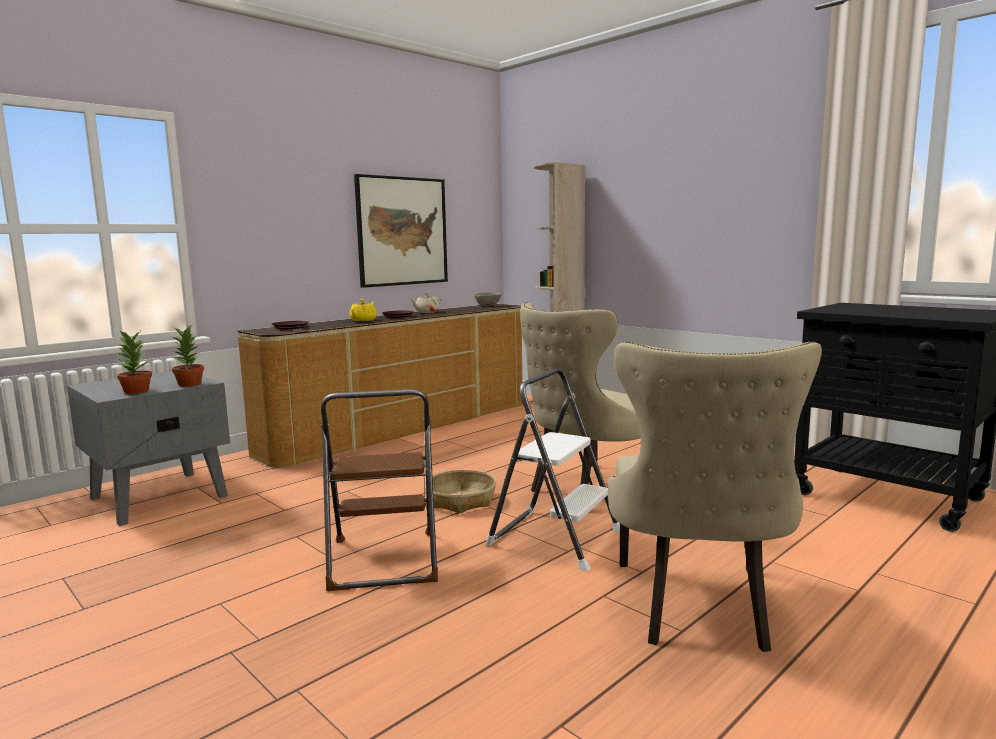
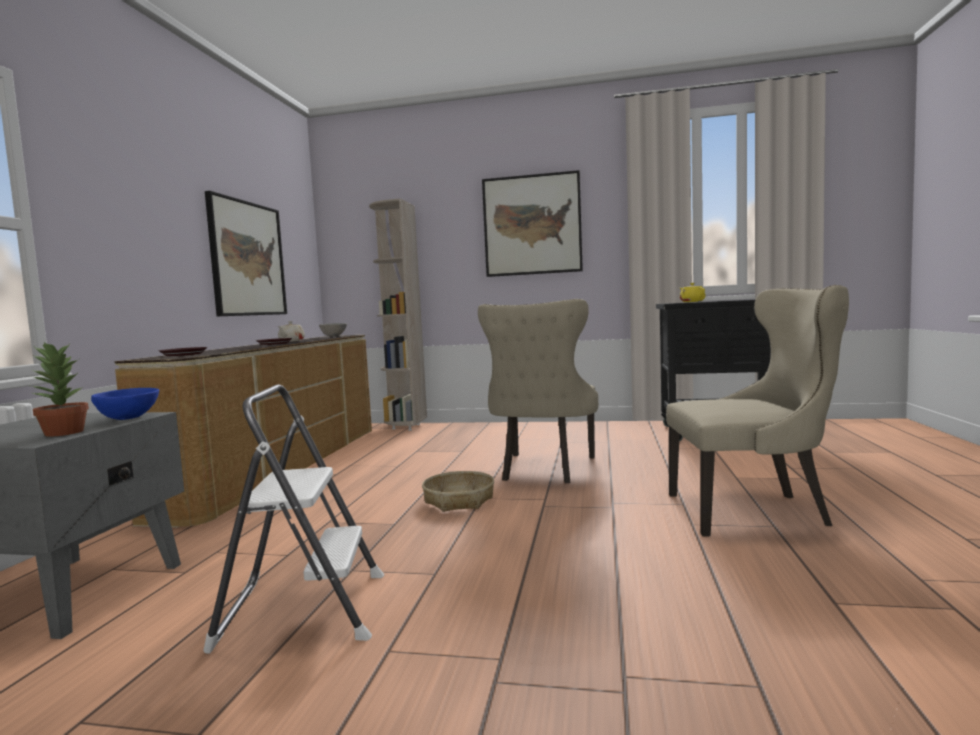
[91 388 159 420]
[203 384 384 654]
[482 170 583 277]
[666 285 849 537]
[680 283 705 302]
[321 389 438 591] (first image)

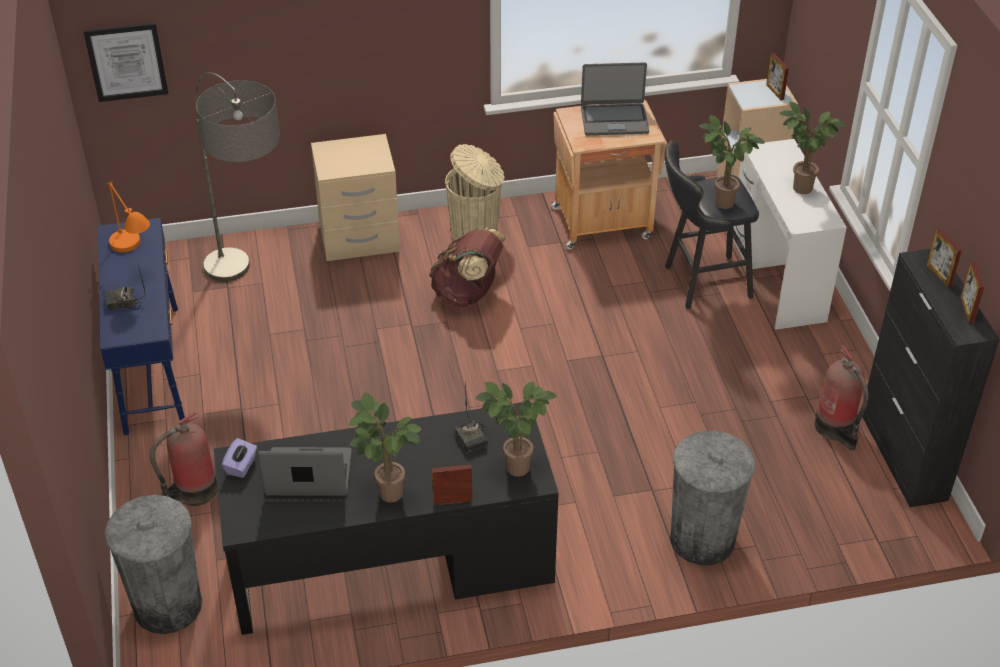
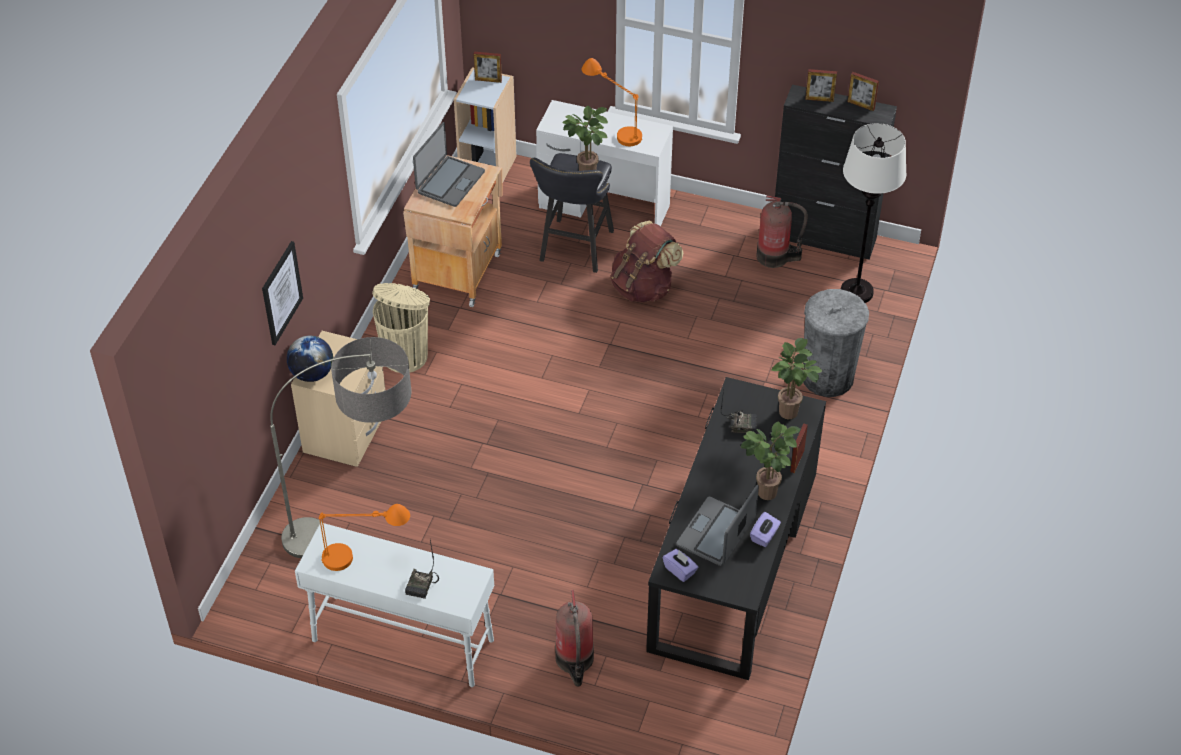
[262 241 303 345]
[287 336 333 382]
[295 523 495 687]
[582 58 642 146]
[611 221 683 302]
[750 512 781 547]
[841 123 907 303]
[104 495 202 634] (first image)

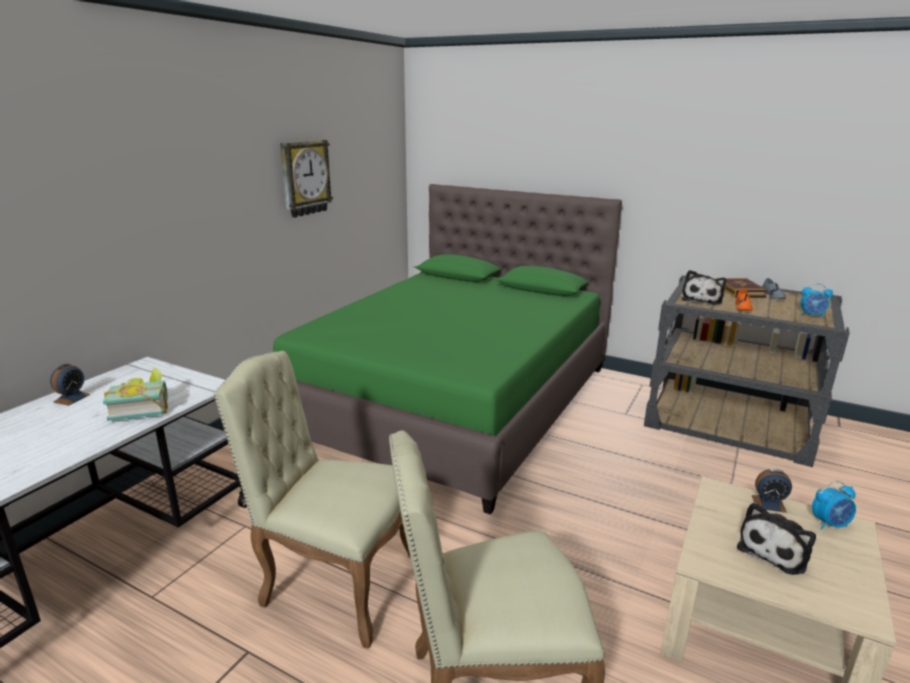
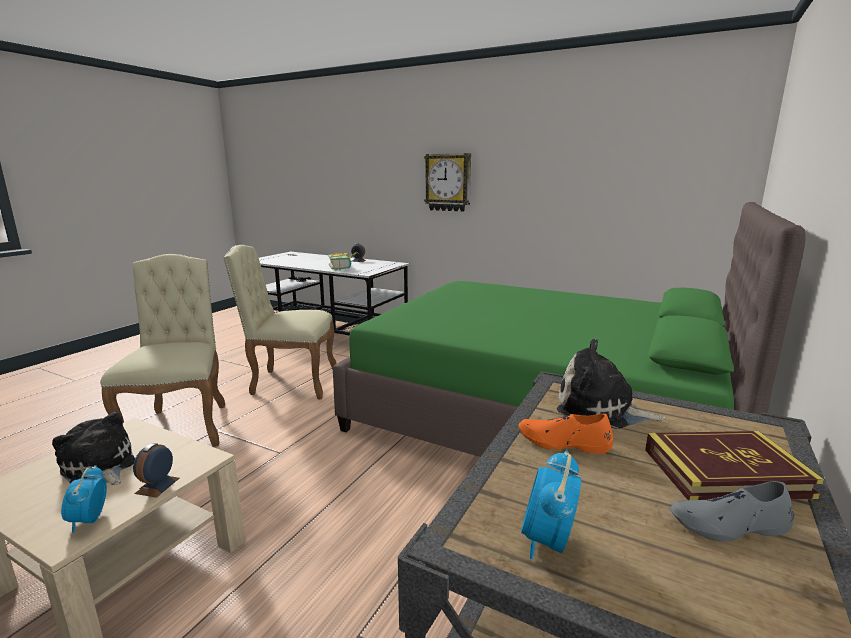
[223 245 337 399]
[424 153 471 212]

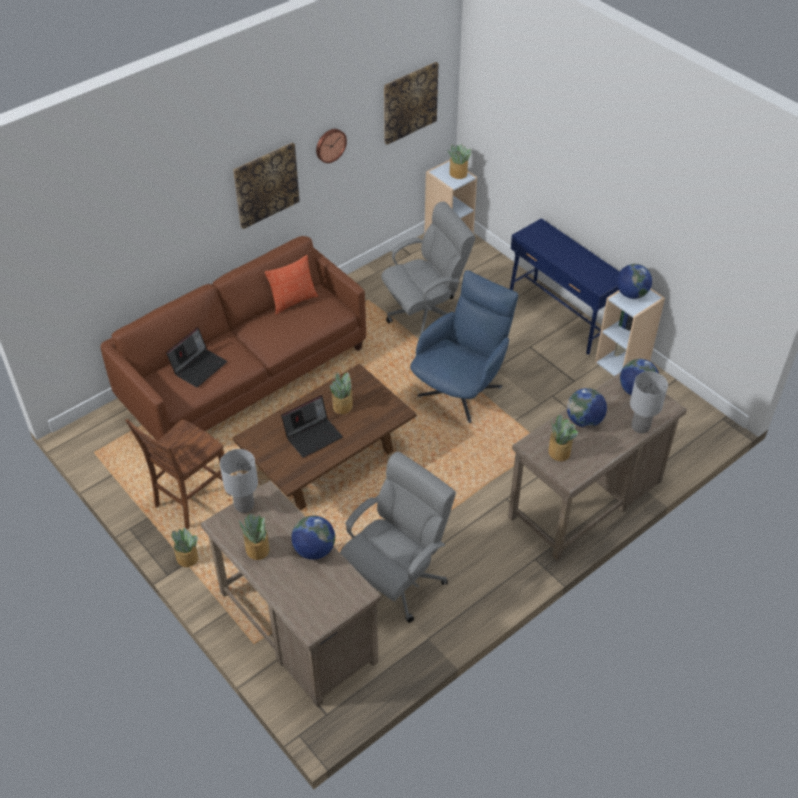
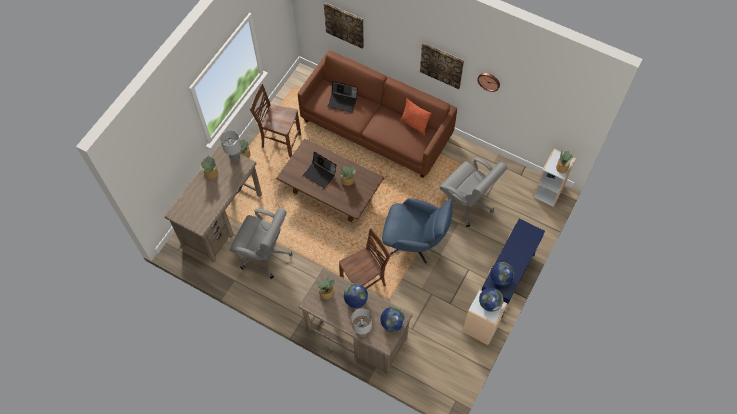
[324 2 364 49]
[339 228 391 289]
[490 262 514 286]

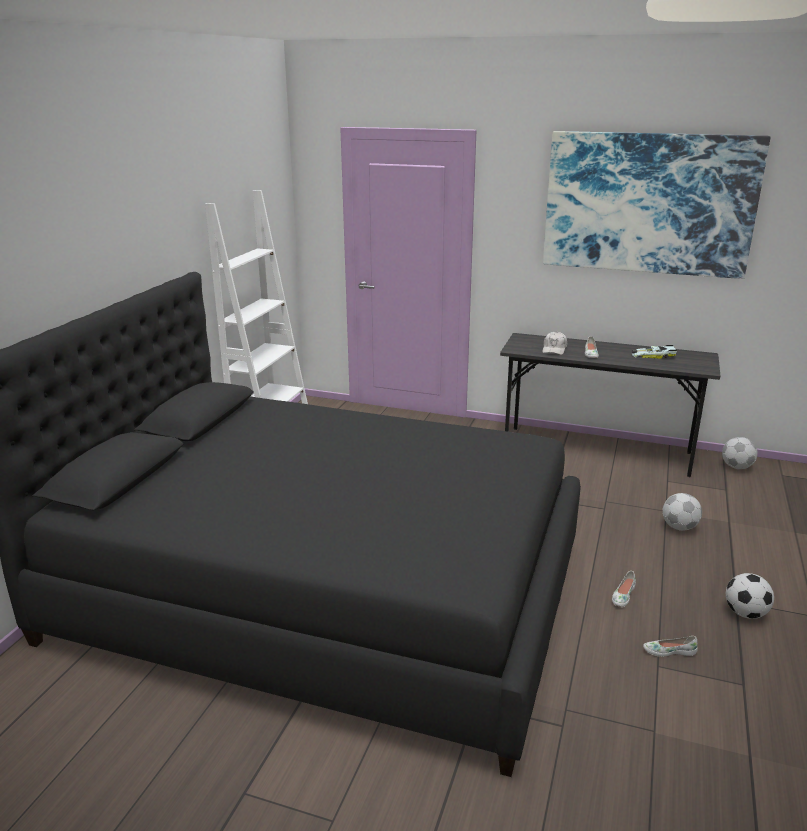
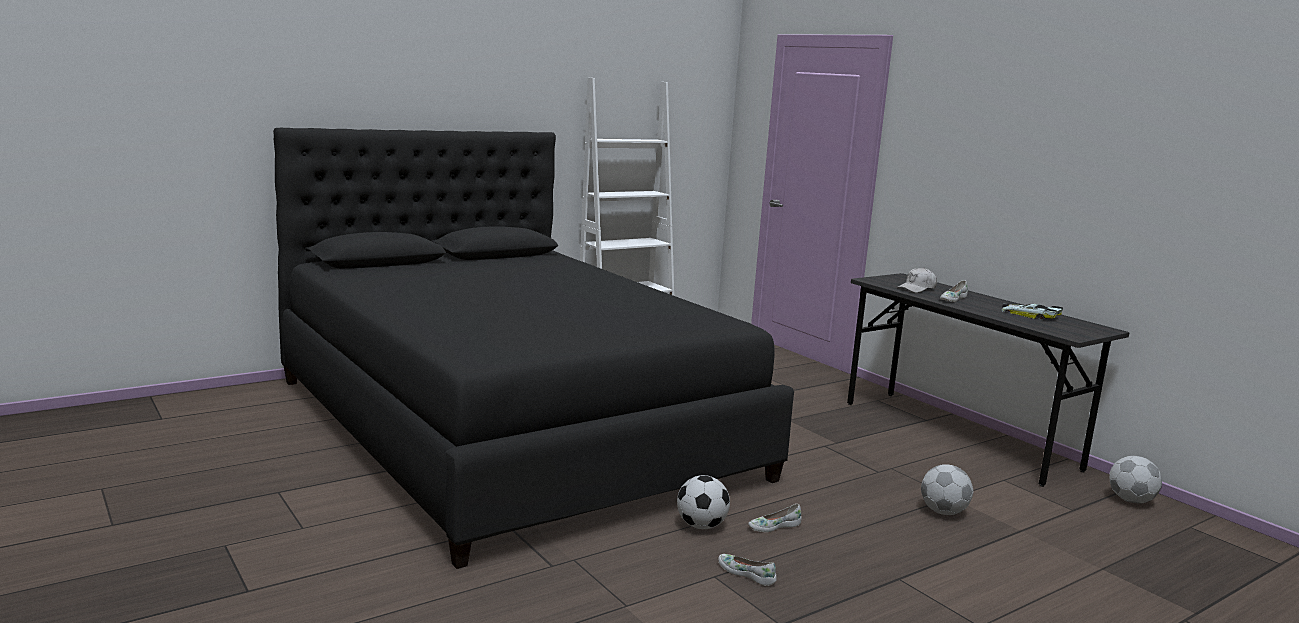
[677 475 730 529]
[543 131 770 279] (first image)

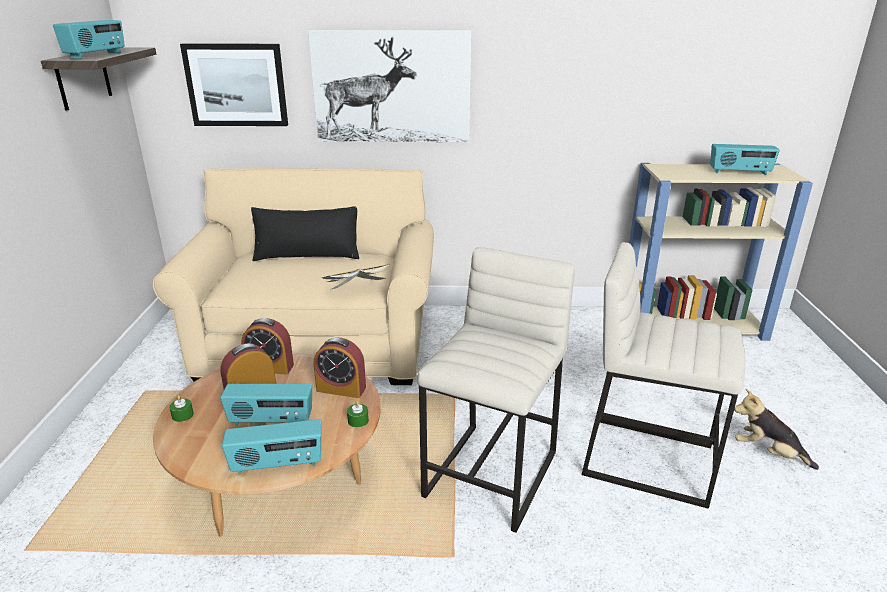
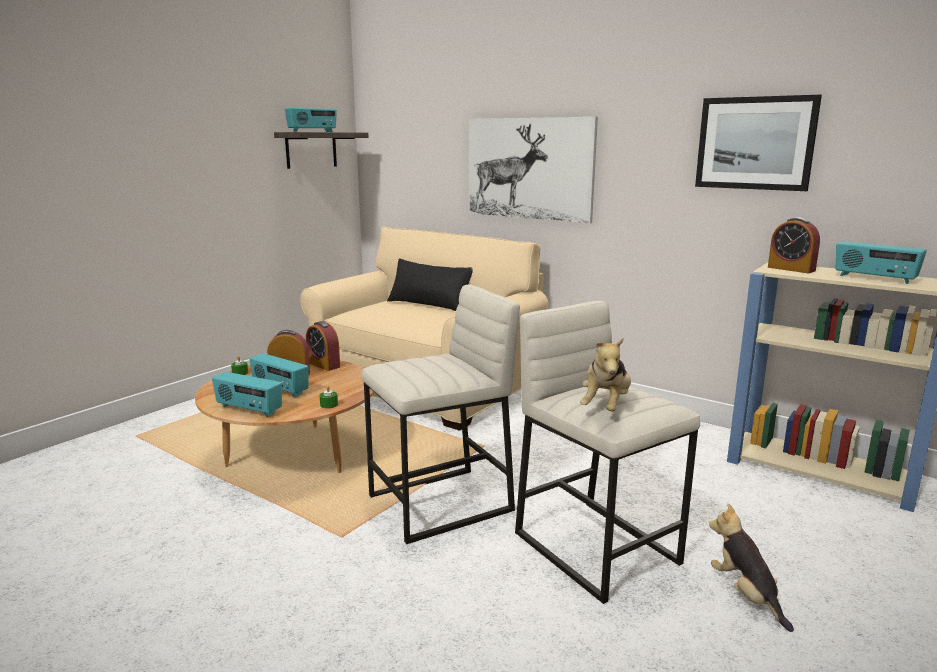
[580 337 631 412]
[695 95 822 191]
[768 217 820 273]
[322 264 390 290] (first image)

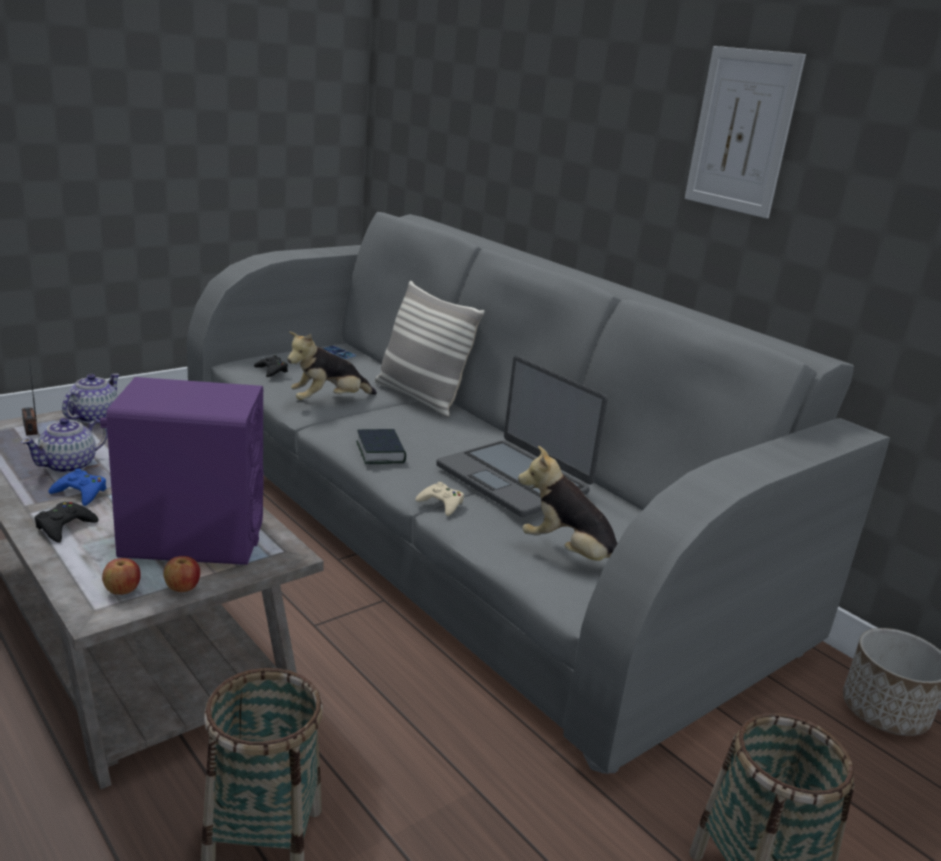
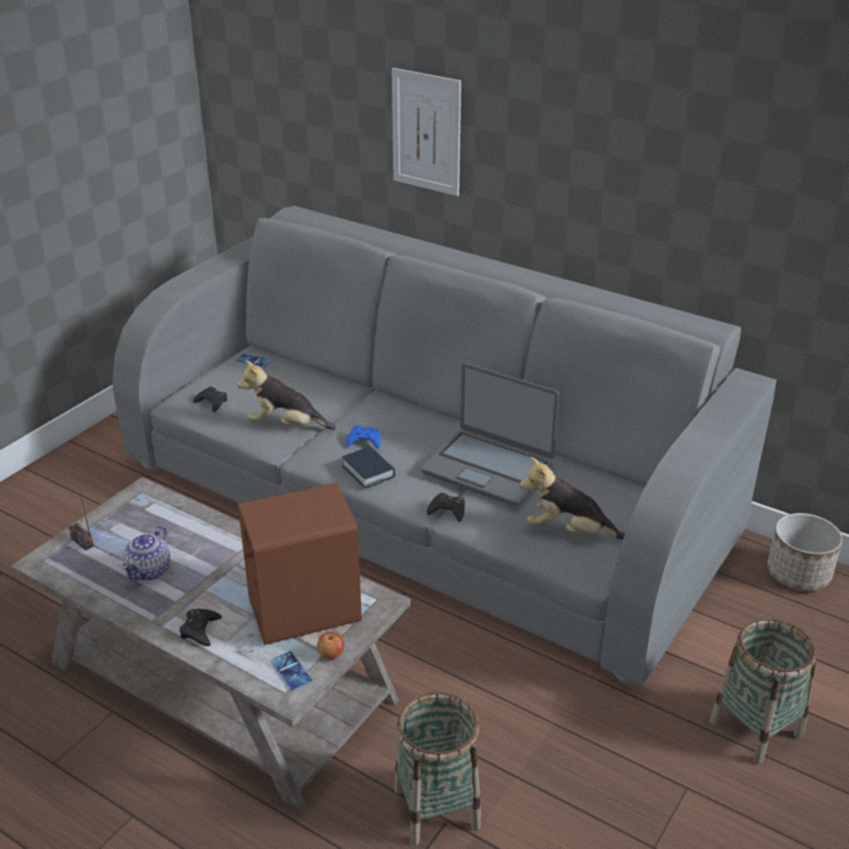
[237 360 336 430]
[238 483 362 645]
[270 651 313 691]
[346 425 381 449]
[392 68 461 196]
[427 493 465 522]
[62 373 120 423] (first image)
[375 281 485 417] (first image)

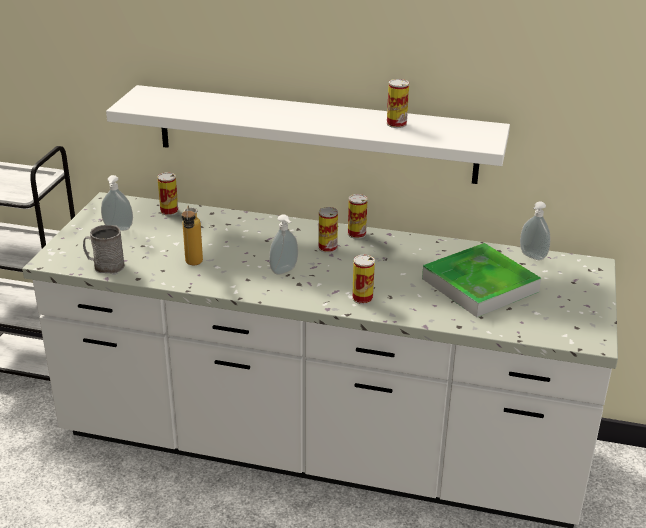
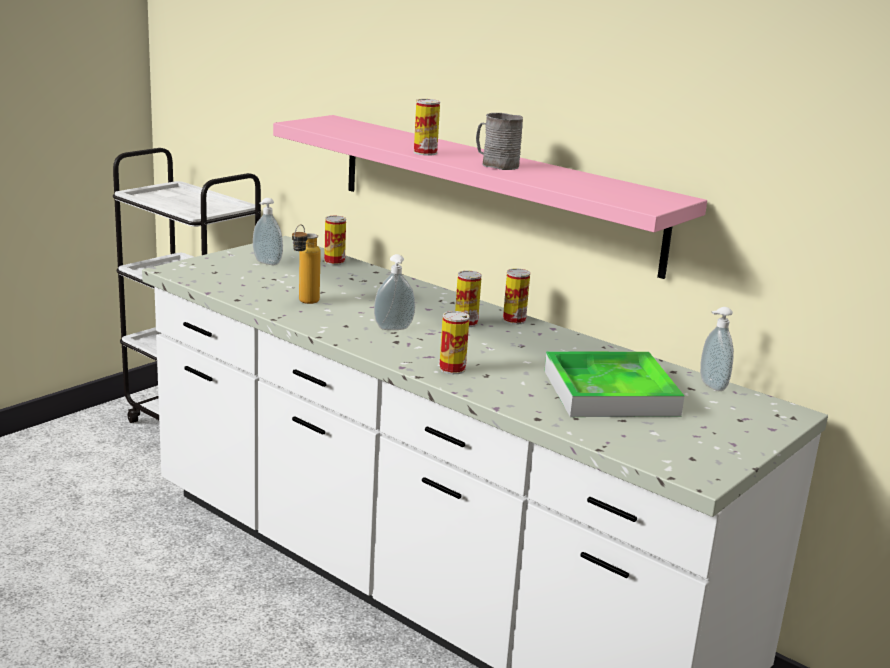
[273 115 707 279]
[414 99 440 156]
[476 113 523 170]

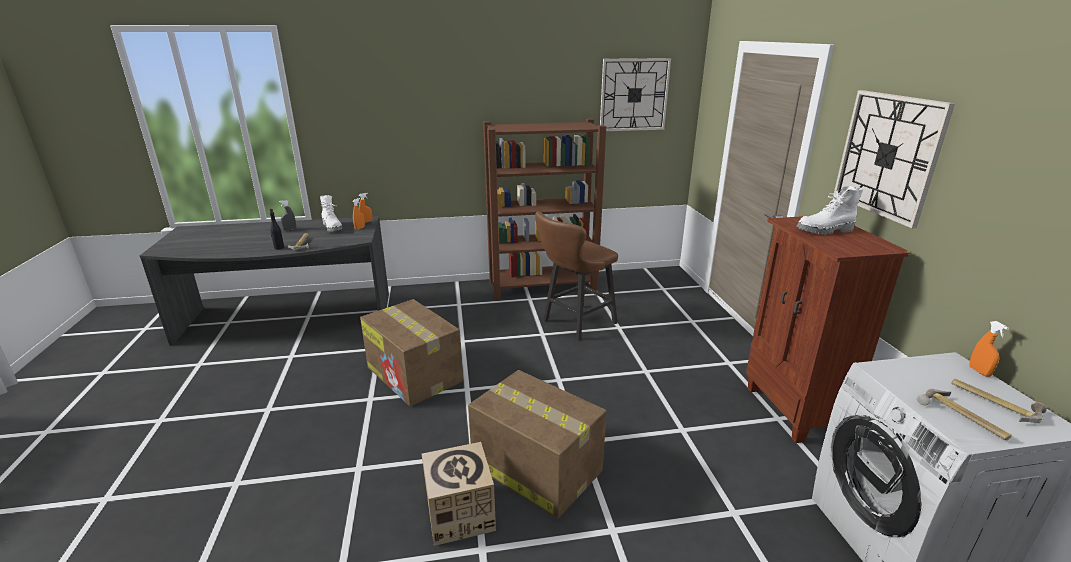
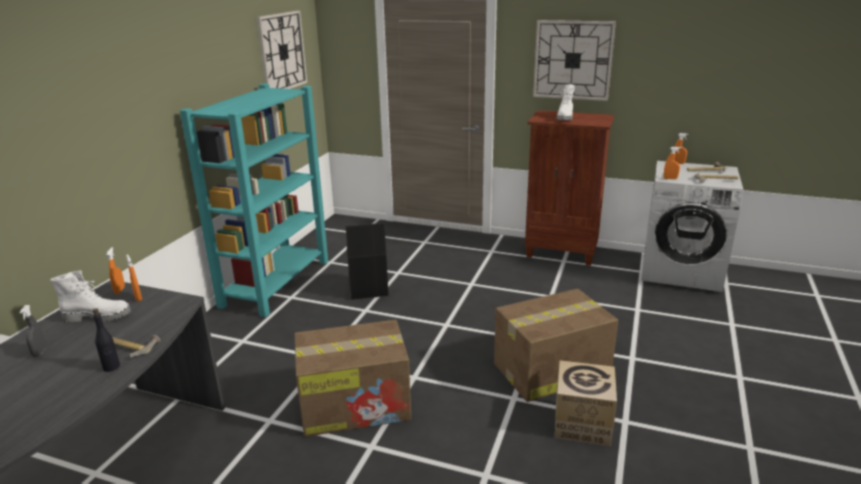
[180 83 328 317]
[346 223 389 300]
[664 147 681 179]

